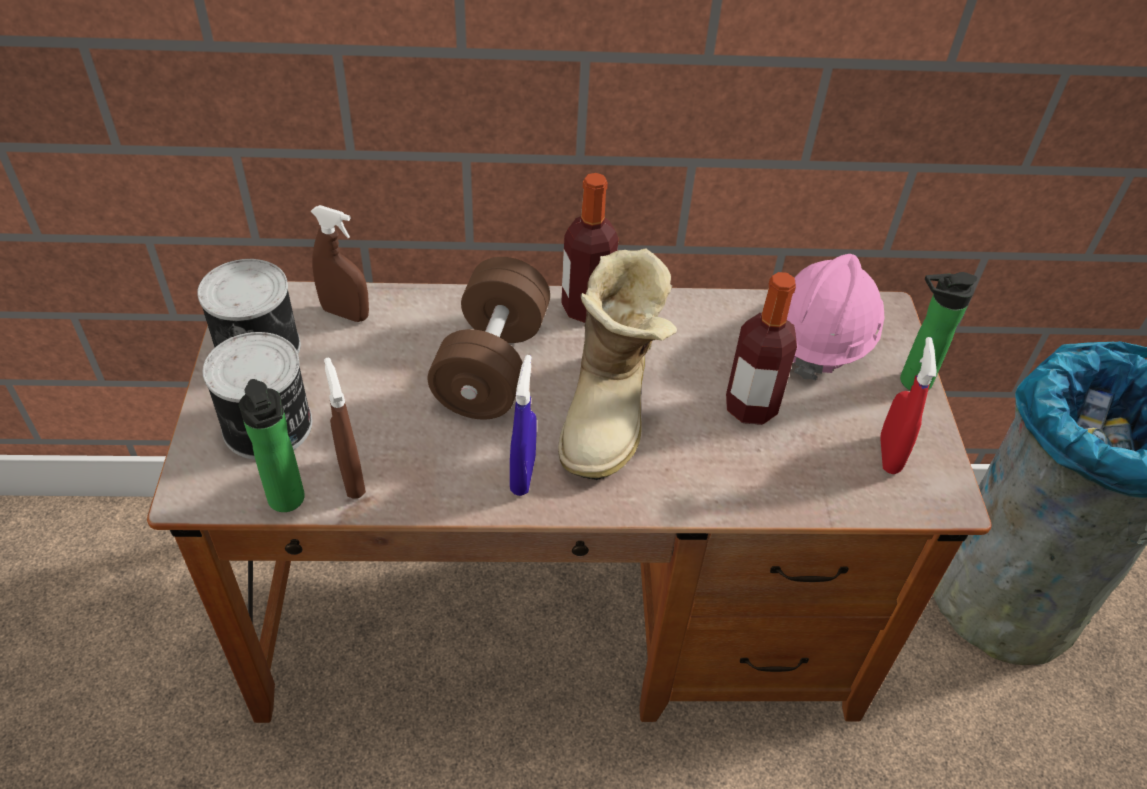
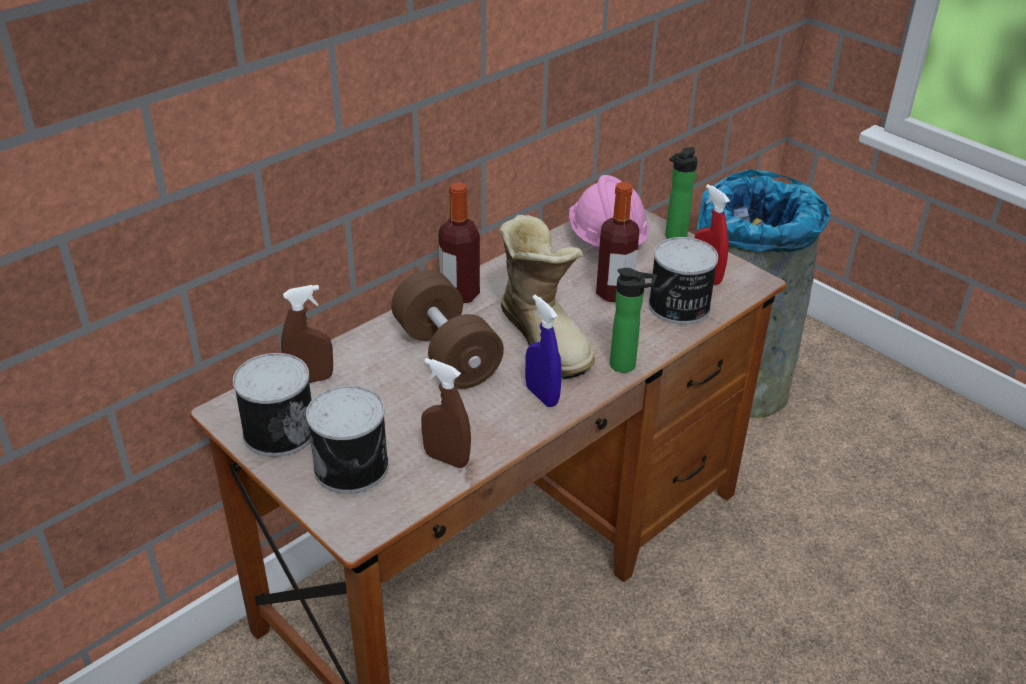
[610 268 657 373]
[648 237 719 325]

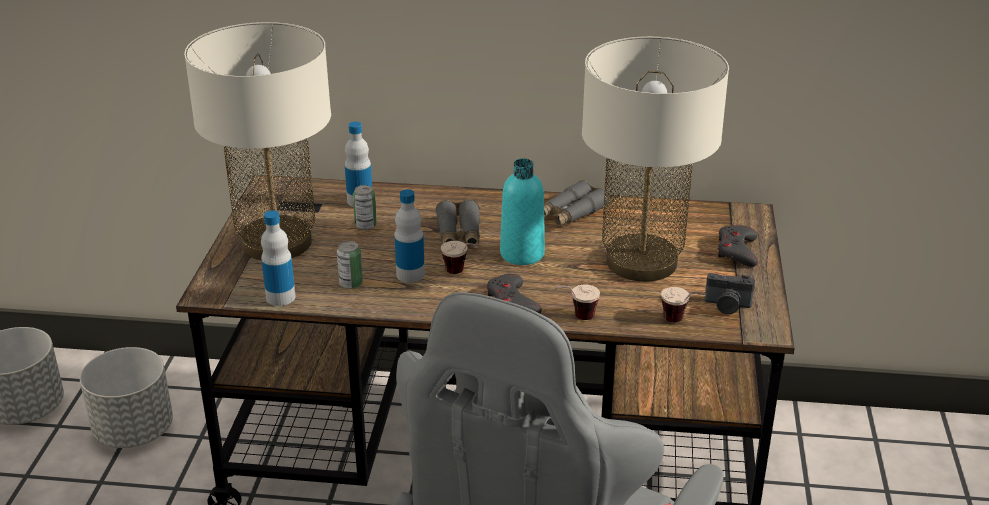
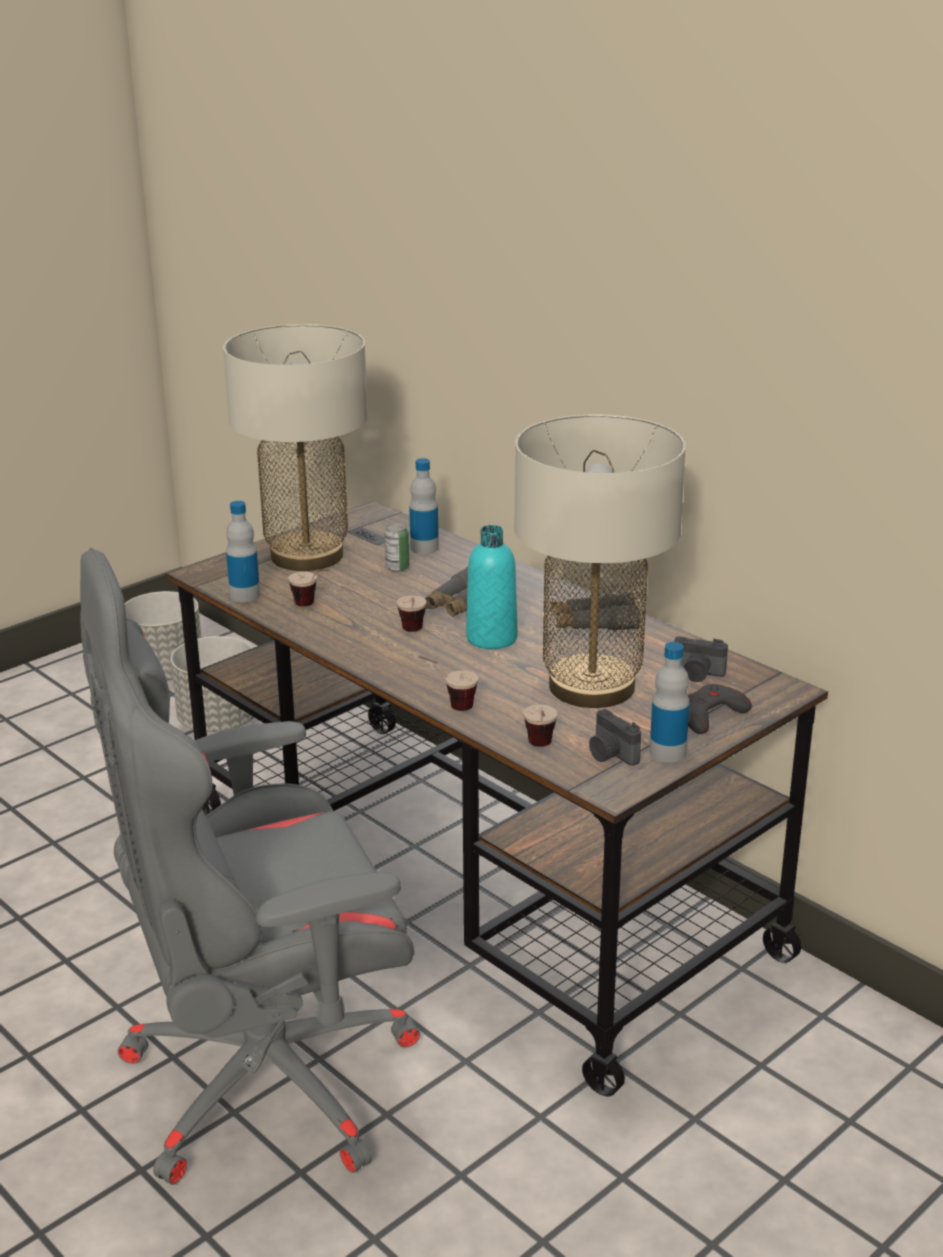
[288 569 329 606]
[650 642 690 763]
[674 636 728 682]
[487 274 542 313] (first image)

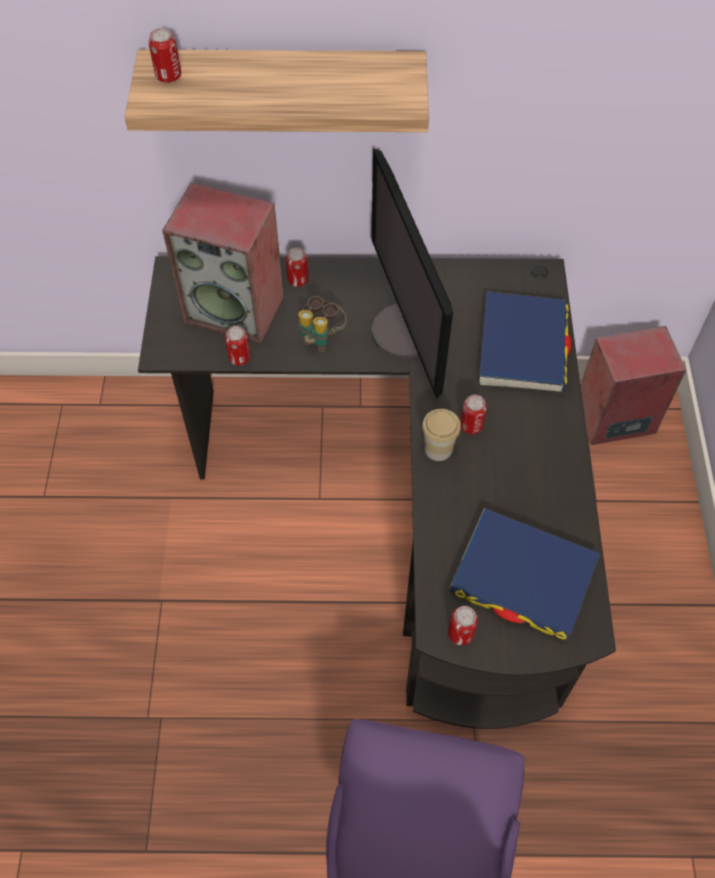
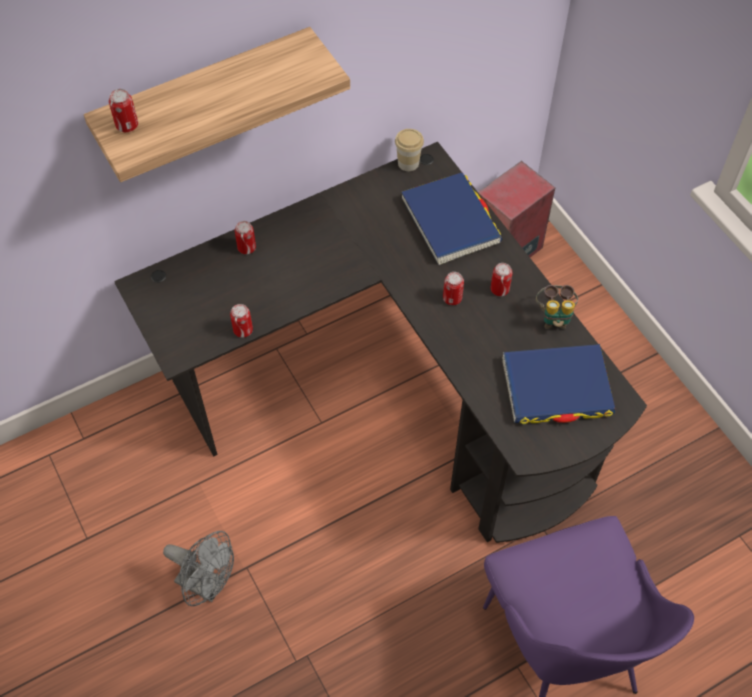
[163 531 234 606]
[395 129 424 171]
[491 263 512 296]
[536 285 578 329]
[162 183 284 344] (first image)
[371 149 453 399] (first image)

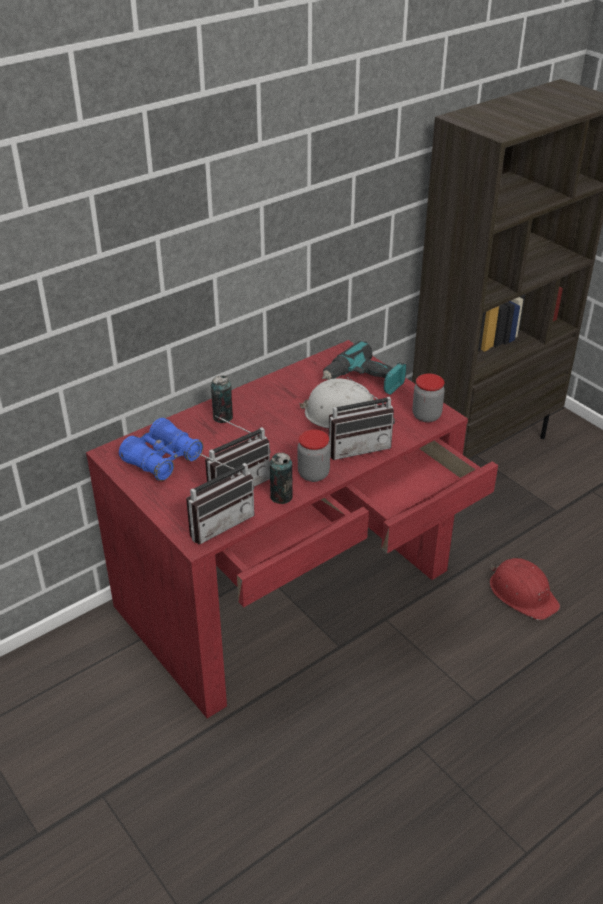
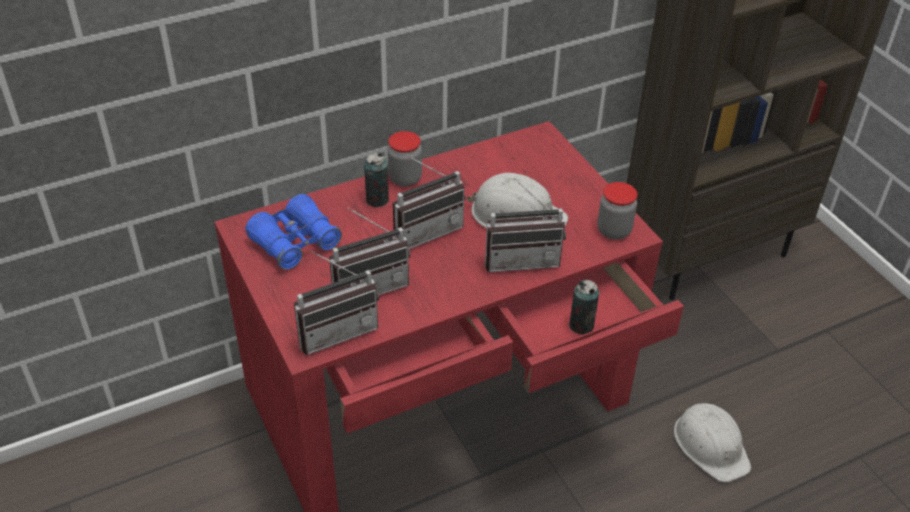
[388 131 422 187]
[393 155 465 249]
[569 280 599 335]
[674 403 751 483]
[322 341 406 395] (first image)

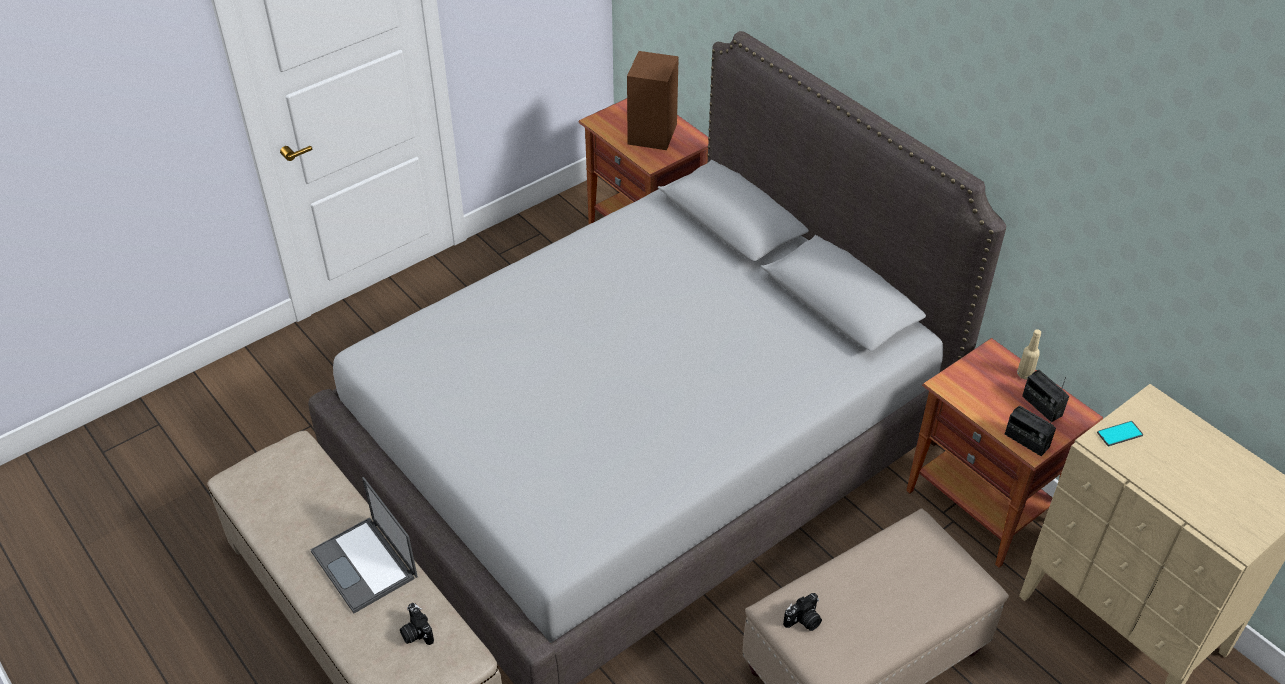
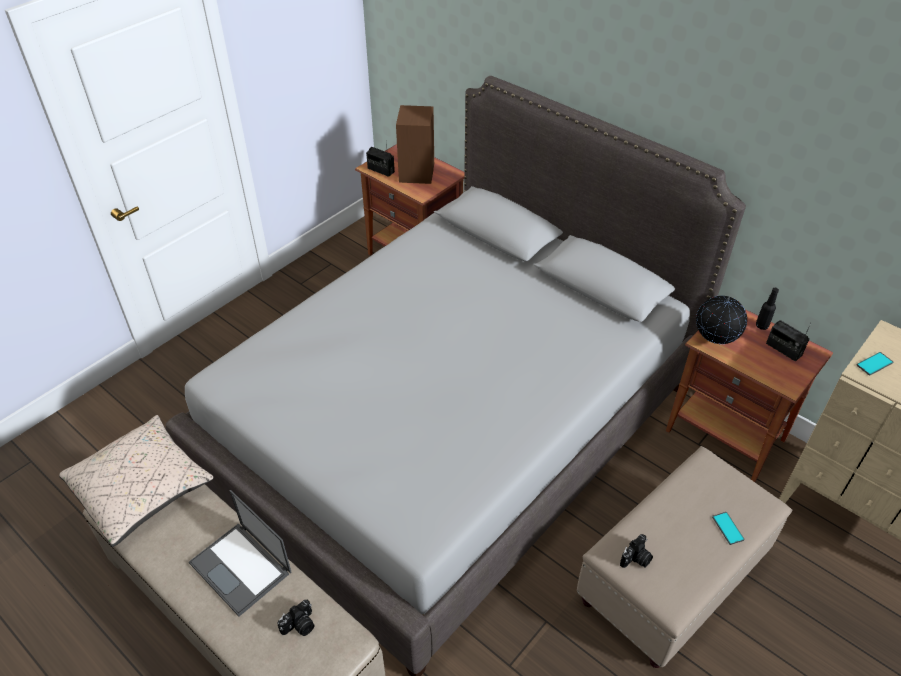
[59 415 213 547]
[277 599 314 636]
[366 140 395 177]
[696 296 747 344]
[712 512 745 545]
[756 288 779 330]

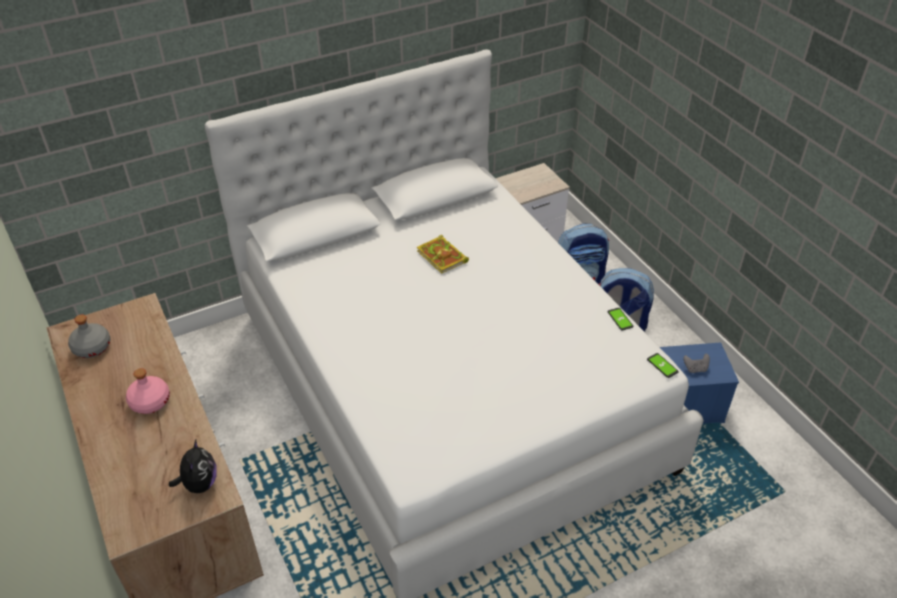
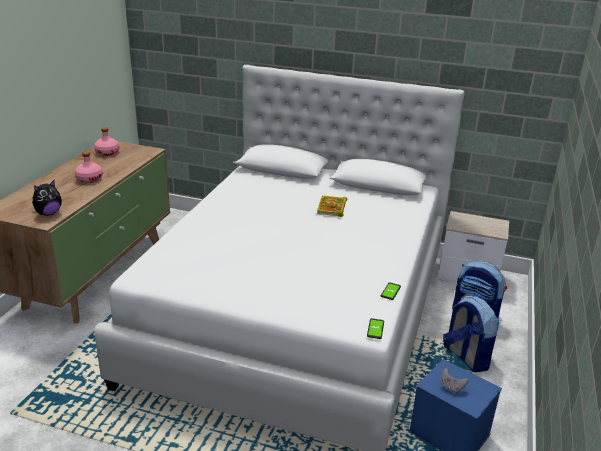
[94 127 120 156]

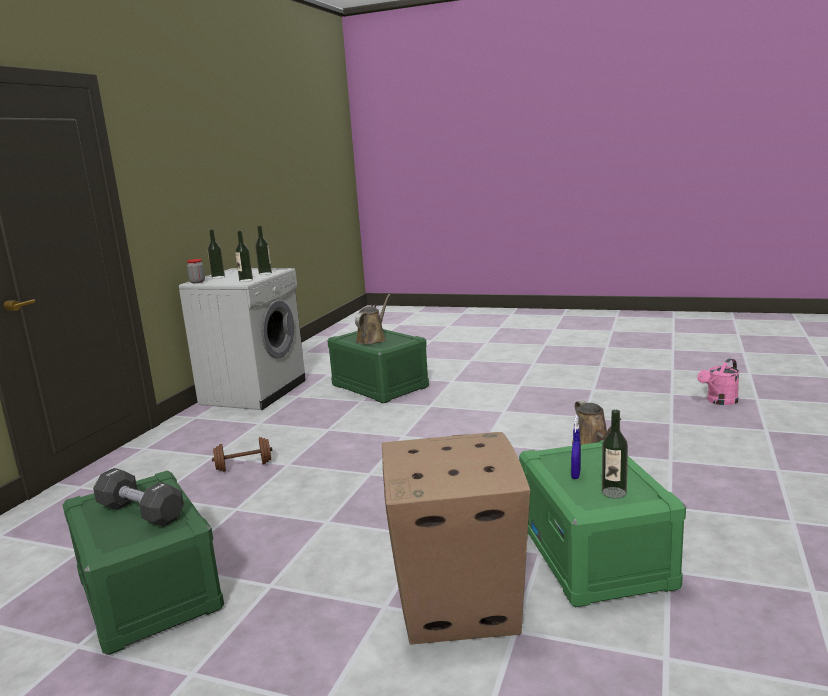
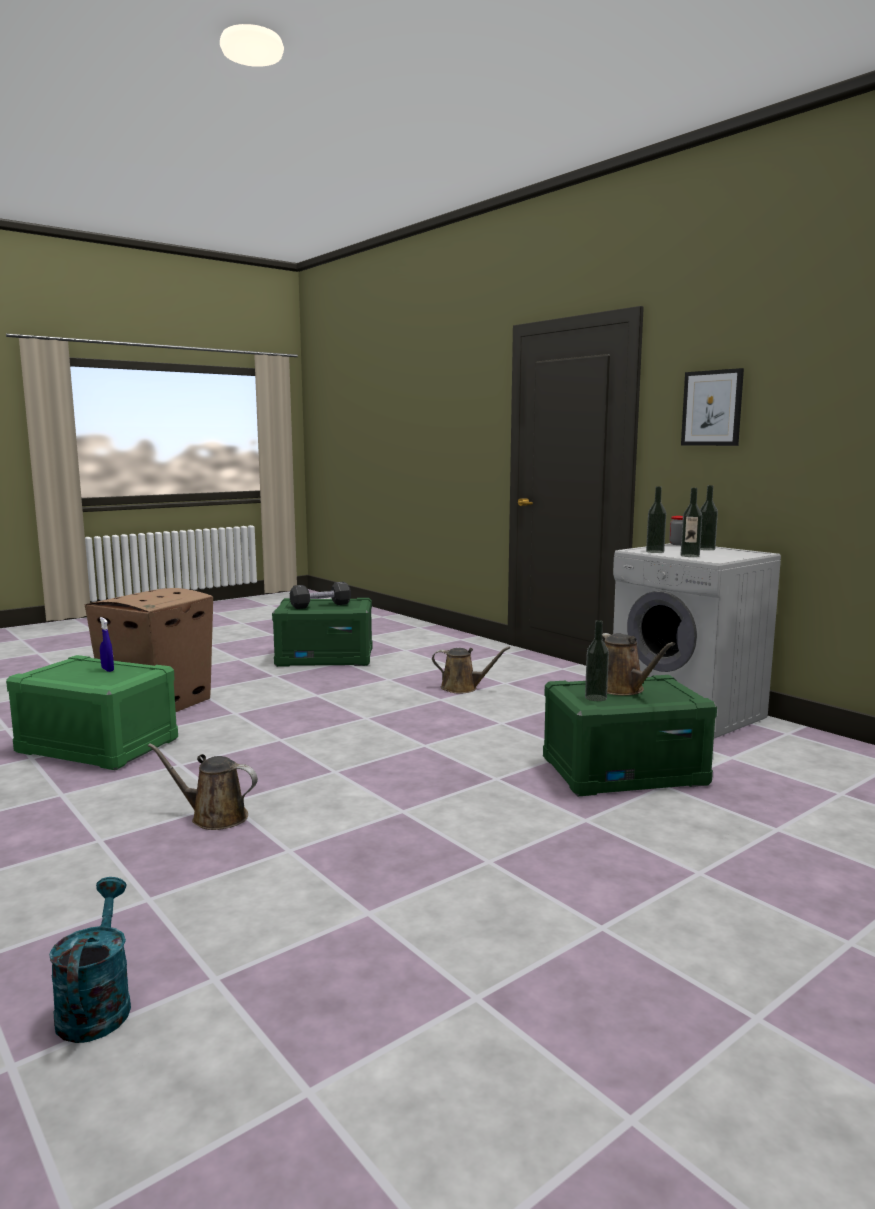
[49 877 131 1043]
[432 647 510 693]
[585 620 609 701]
[681 368 744 446]

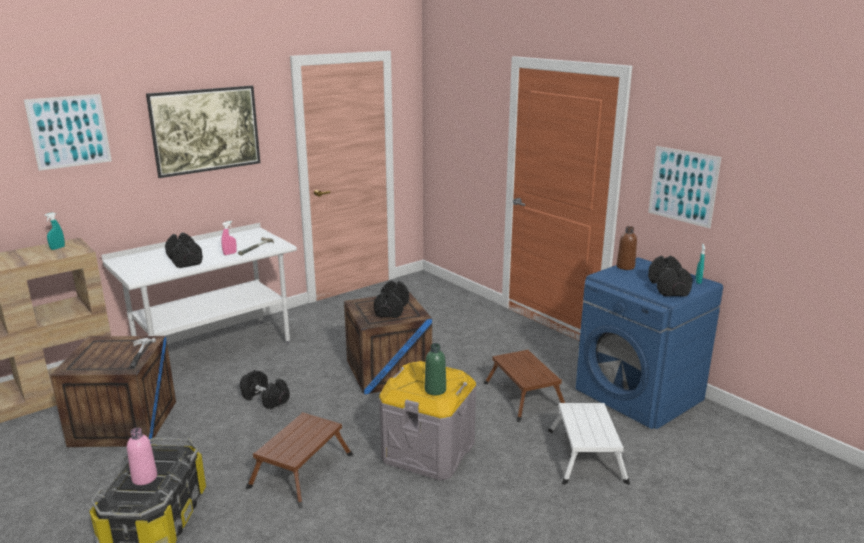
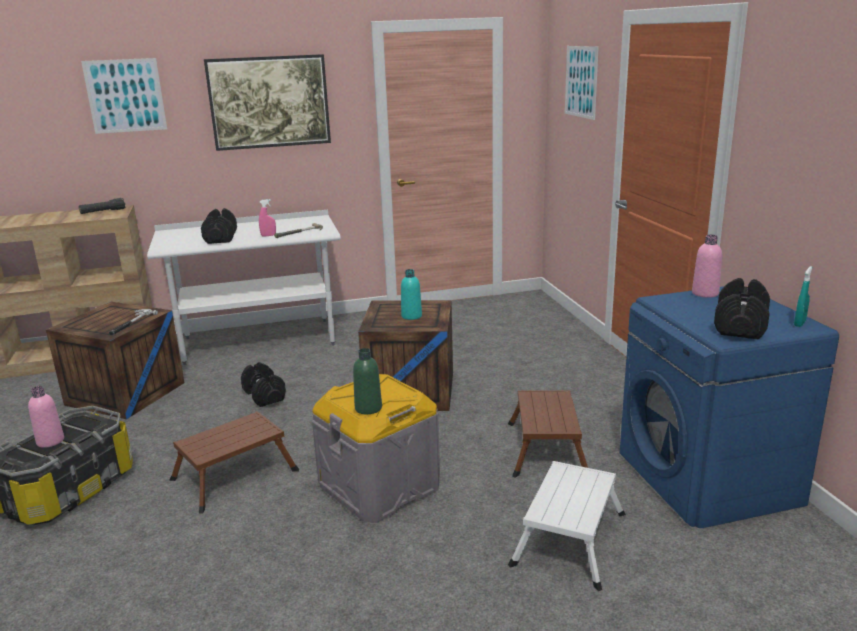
[79 198 125 214]
[401 269 422 320]
[565 46 599 120]
[692 235 722 298]

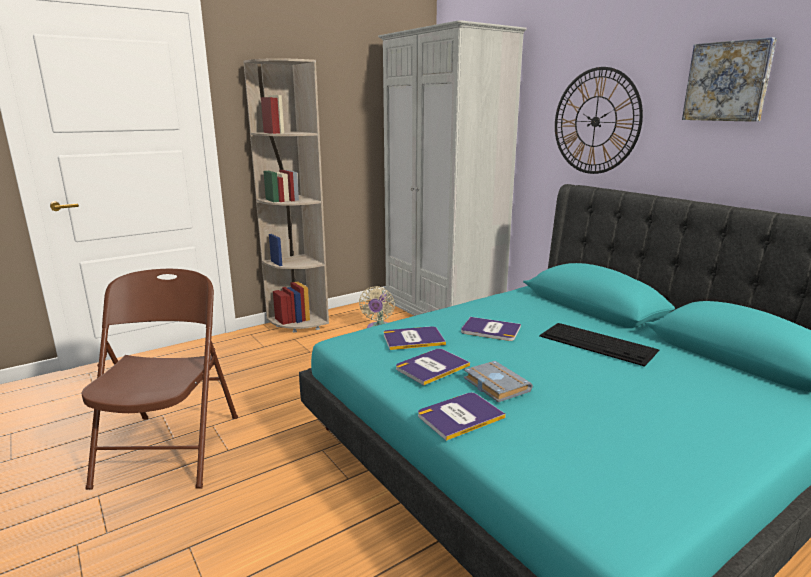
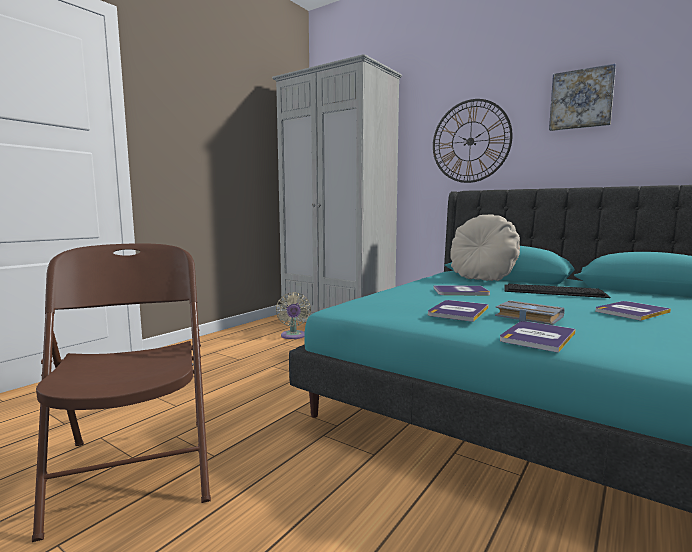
[450 214 520 281]
[596 301 671 321]
[243 58 329 333] (first image)

